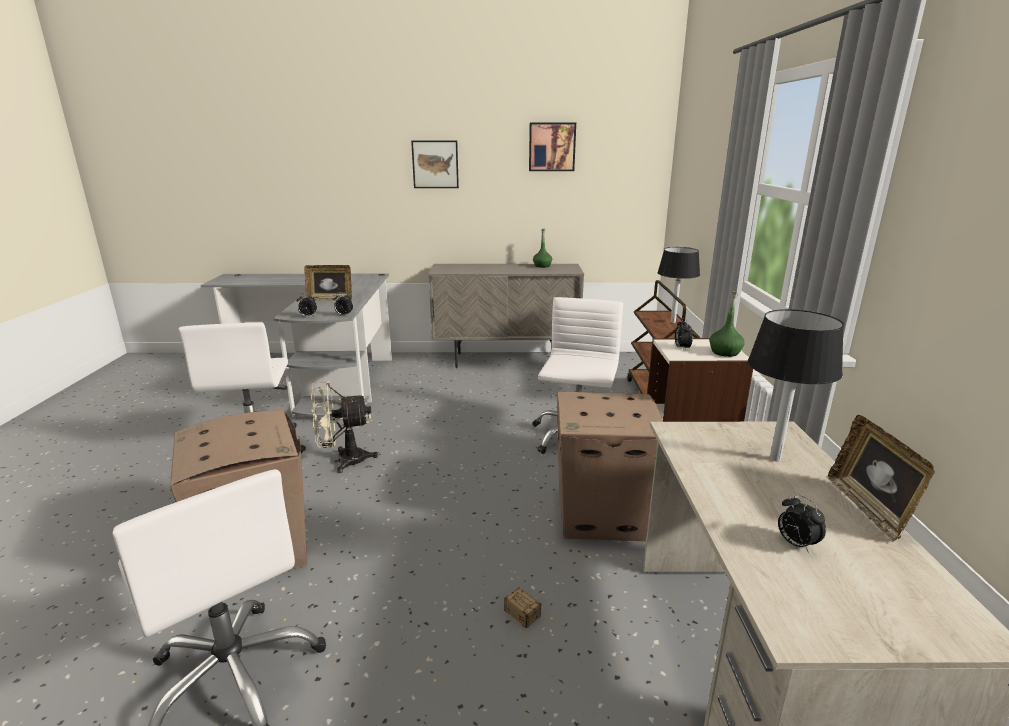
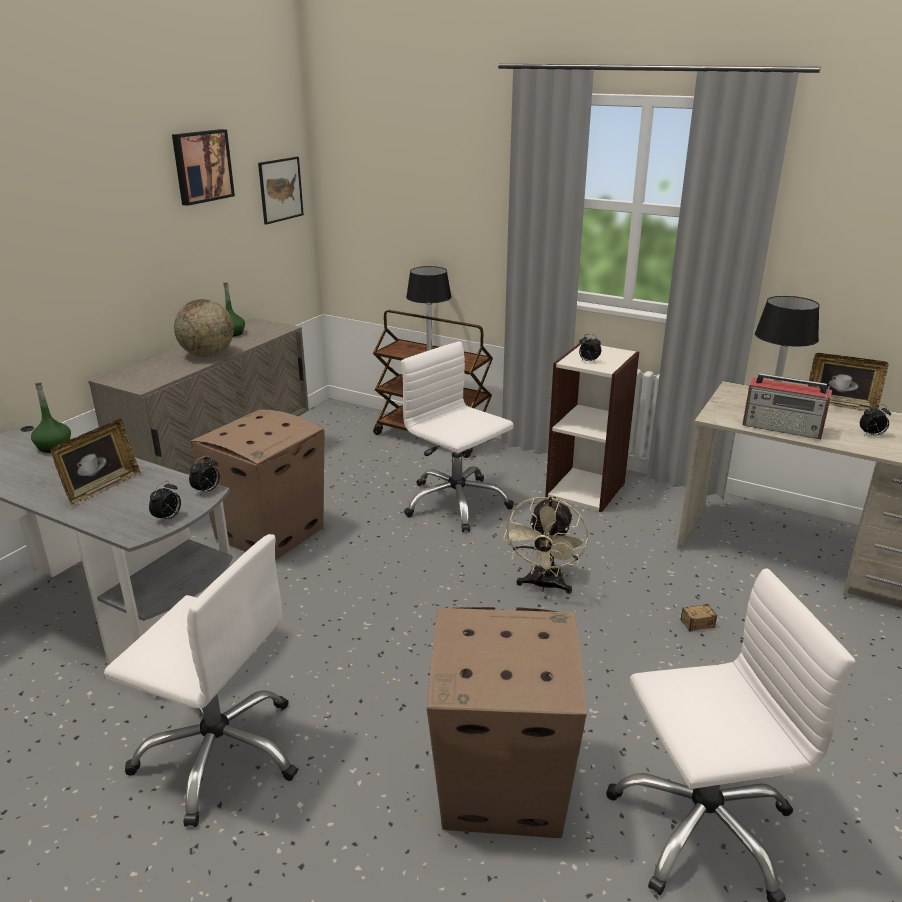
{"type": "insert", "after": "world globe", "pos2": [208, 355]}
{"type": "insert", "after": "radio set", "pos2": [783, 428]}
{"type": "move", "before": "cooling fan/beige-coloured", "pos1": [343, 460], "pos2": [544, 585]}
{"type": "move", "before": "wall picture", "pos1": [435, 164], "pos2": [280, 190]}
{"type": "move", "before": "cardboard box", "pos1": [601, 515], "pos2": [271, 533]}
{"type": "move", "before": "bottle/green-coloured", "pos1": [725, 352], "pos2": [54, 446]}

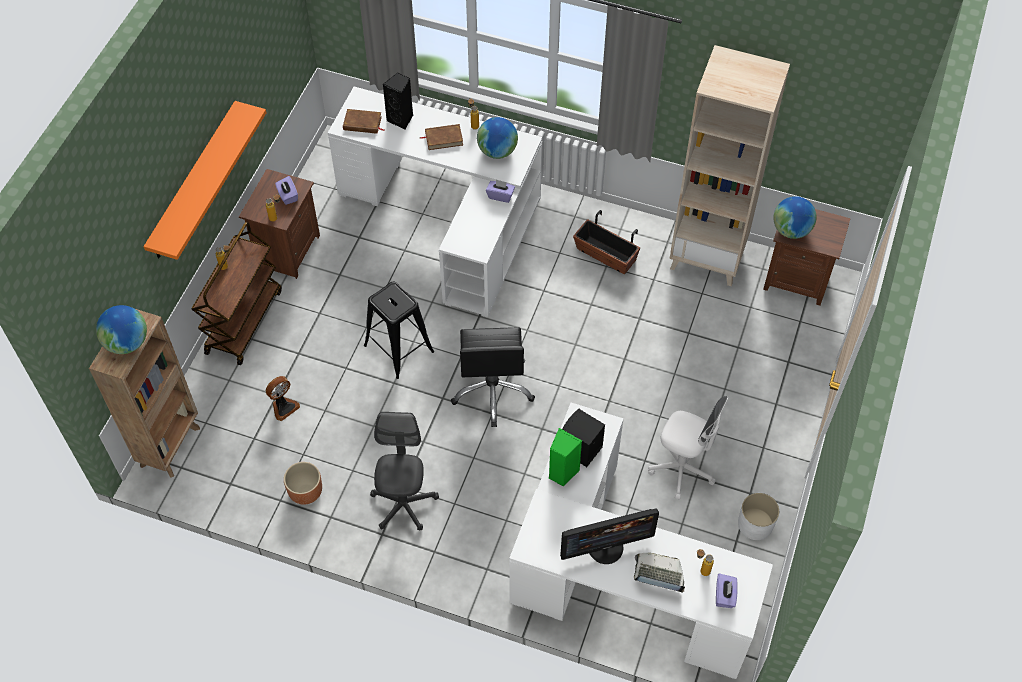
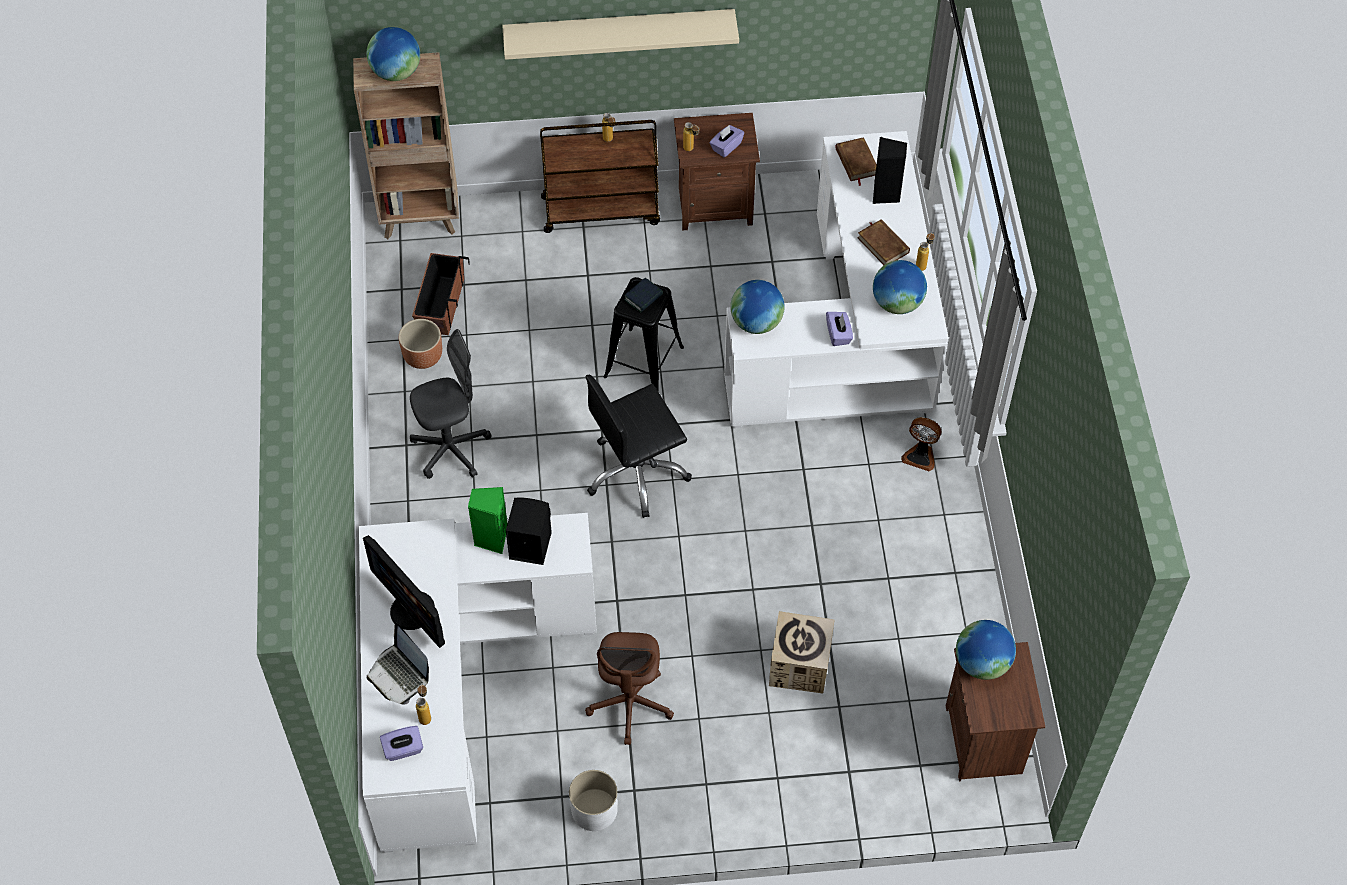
{"type": "delete", "before": "bookcase/beige-coloured", "pos1": [708, 257]}
{"type": "insert", "after": "book", "pos2": [643, 297]}
{"type": "insert", "after": "world globe", "pos2": [756, 323]}
{"type": "insert", "after": "cardboard box", "pos2": [800, 665]}
{"type": "move", "before": "cooling fan", "pos1": [283, 407], "pos2": [920, 456]}
{"type": "move", "before": "plant pot", "pos1": [605, 255], "pos2": [441, 305]}
{"type": "recolor", "before": "shelf/orange", "after": "shelf/beige-coloured", "pos1": [194, 182], "pos2": [619, 31]}
{"type": "recolor", "before": "computer chair/white", "after": "computer chair/brown-coloured", "pos1": [681, 469], "pos2": [630, 704]}
{"type": "rotate", "before": "portable computer", "pos1": [658, 575], "pos2": [399, 675], "turn": 150}

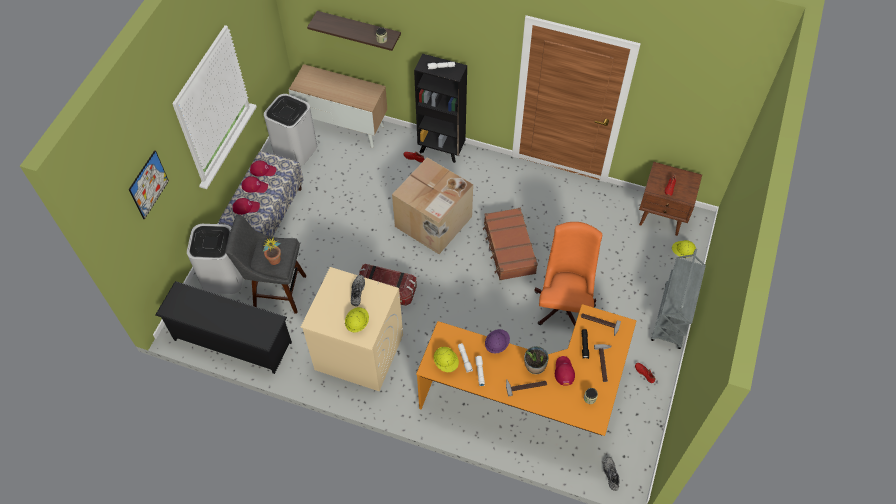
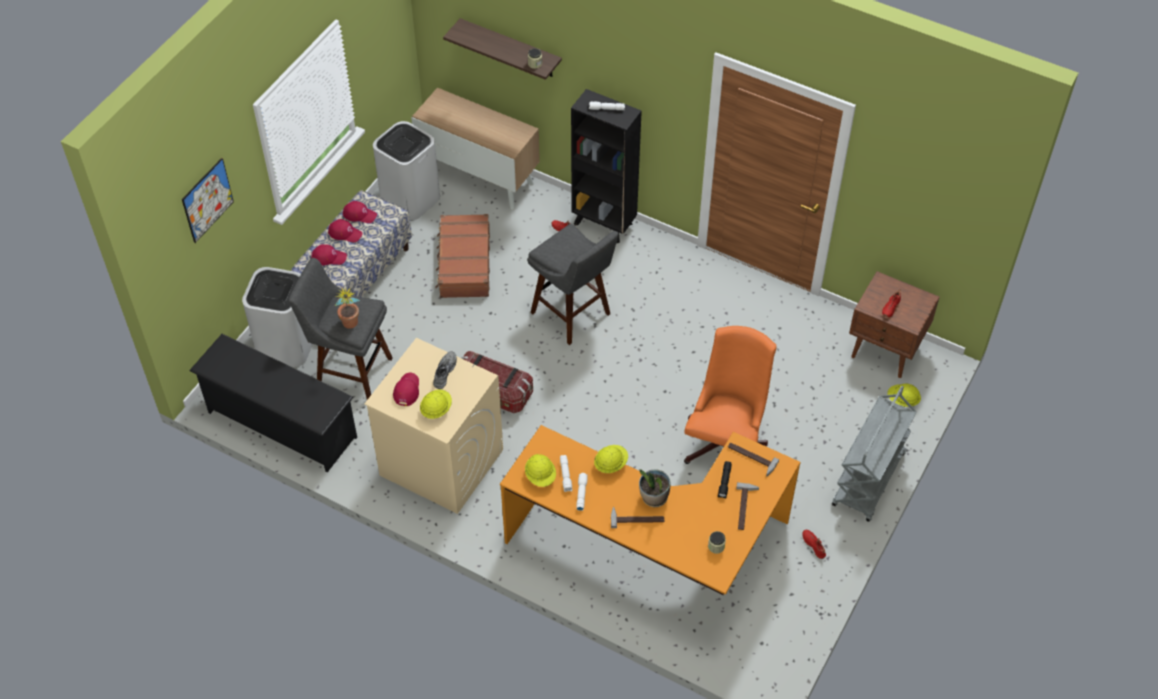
{"type": "delete", "before": "low shoe/grey", "pos1": [610, 474]}
{"type": "move", "before": "travel case/brown-coloured", "pos1": [509, 248], "pos2": [464, 263]}
{"type": "move", "before": "cap/red", "pos1": [564, 371], "pos2": [406, 390]}
{"type": "replace", "before": "cardboard box", "after": "stool/grey", "pos1": [433, 222], "pos2": [573, 315]}
{"type": "recolor", "before": "safety helmet/purplish", "after": "safety helmet/yellow-coloured", "pos1": [496, 344], "pos2": [610, 464]}

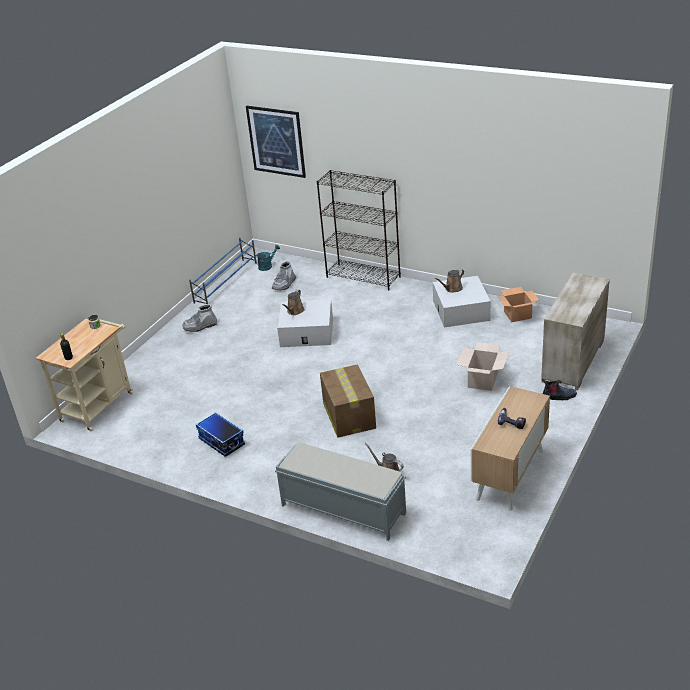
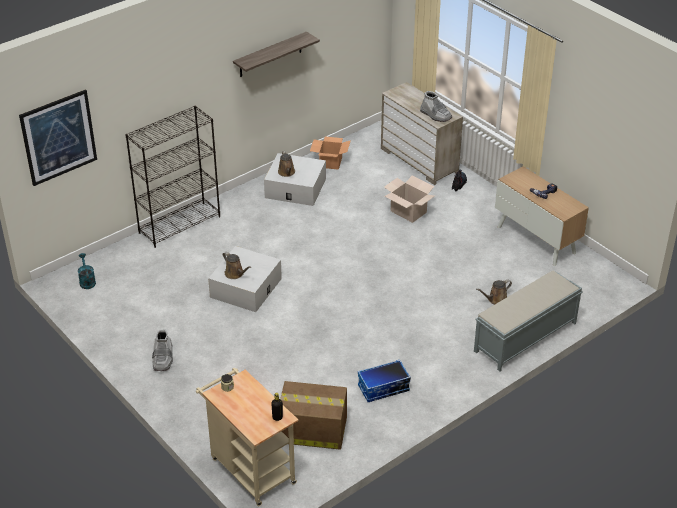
{"type": "delete", "before": "shoe rack/blue", "pos1": [226, 282]}
{"type": "insert", "after": "shelf", "pos2": [270, 55]}
{"type": "move", "before": "high-top boot/grey", "pos1": [284, 284], "pos2": [436, 115]}
{"type": "move", "before": "cardboard box", "pos1": [349, 415], "pos2": [311, 430]}

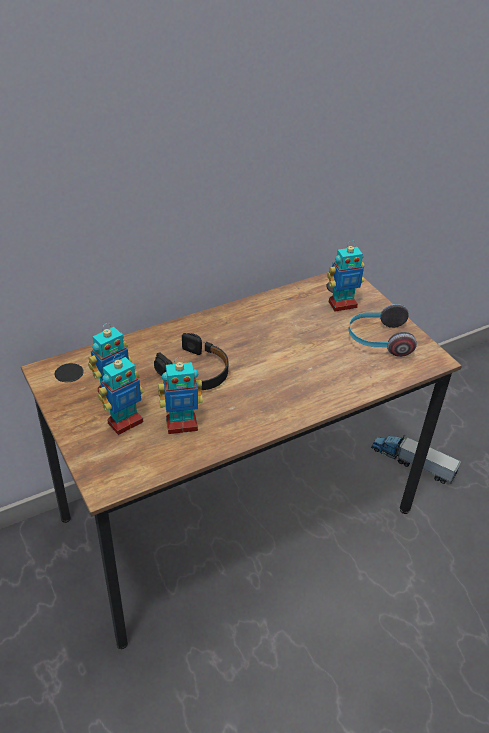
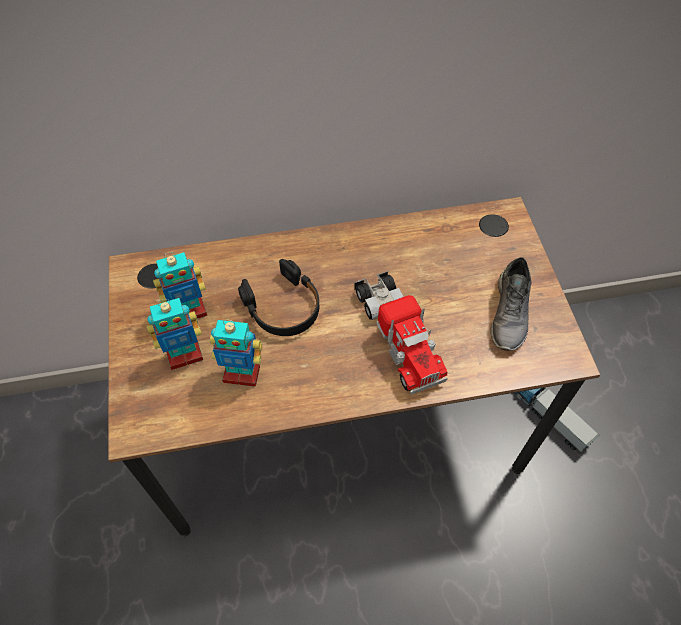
{"type": "delete", "before": "toy robot", "pos1": [342, 304]}
{"type": "insert", "after": "model truck", "pos2": [397, 335]}
{"type": "replace", "before": "headset", "after": "low shoe/grey", "pos1": [378, 340], "pos2": [510, 313]}

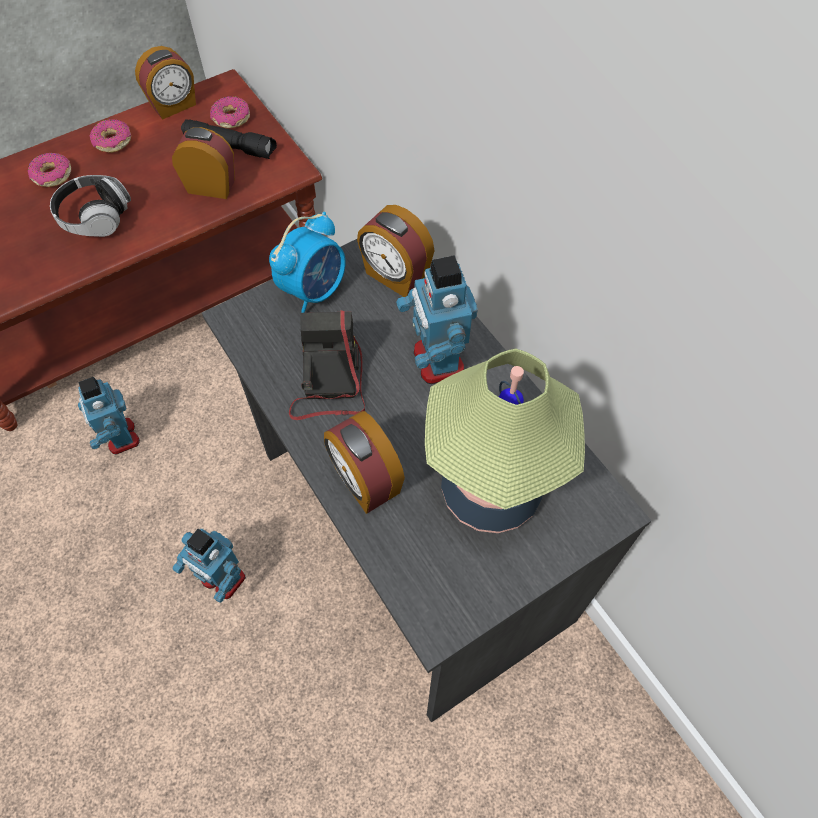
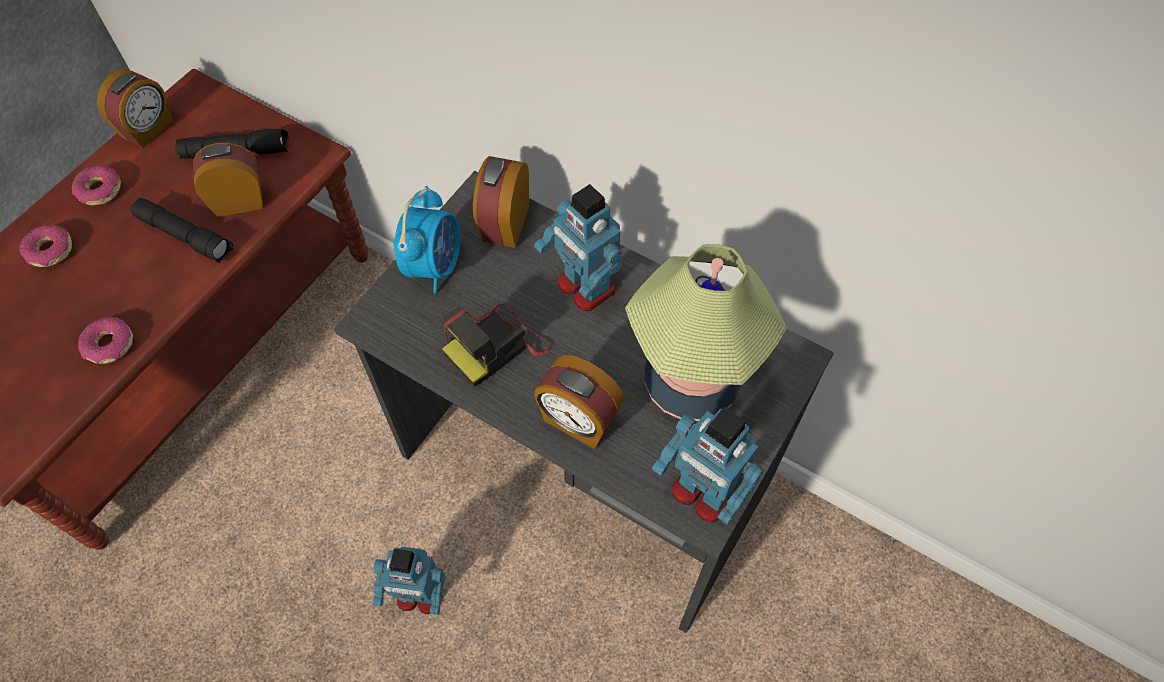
{"type": "delete", "before": "headset", "pos1": [96, 217]}
{"type": "insert", "after": "hand torch/black-coloured", "pos2": [186, 236]}
{"type": "move", "before": "toy robot", "pos1": [121, 437], "pos2": [702, 493]}
{"type": "move", "before": "ring doughnut", "pos1": [231, 118], "pos2": [109, 345]}
{"type": "rotate", "before": "still camera", "pos1": [329, 383], "pos2": [496, 346], "turn": -105}
{"type": "rotate", "before": "table clock", "pos1": [395, 276], "pos2": [504, 223], "turn": 90}

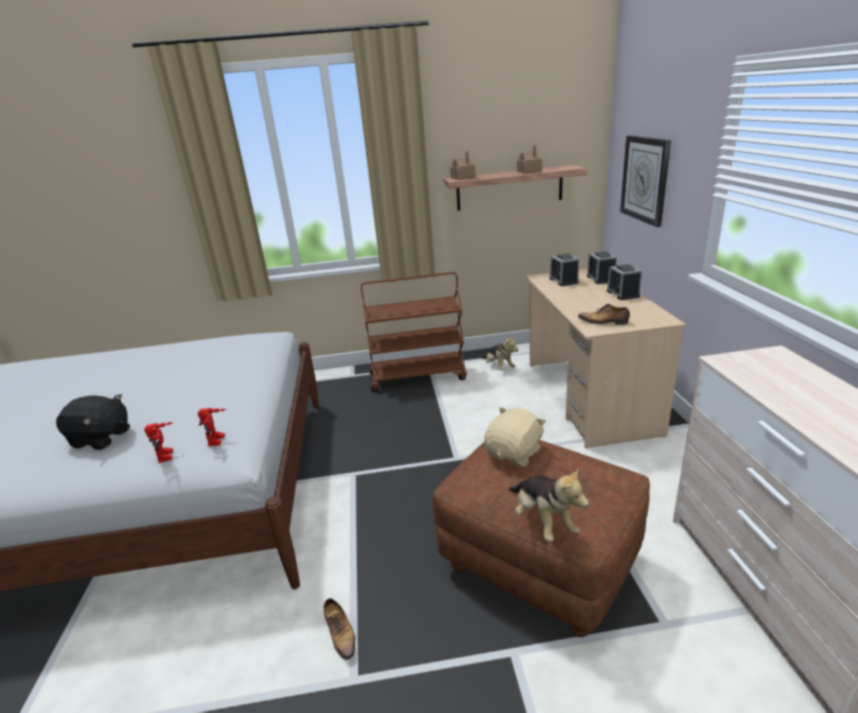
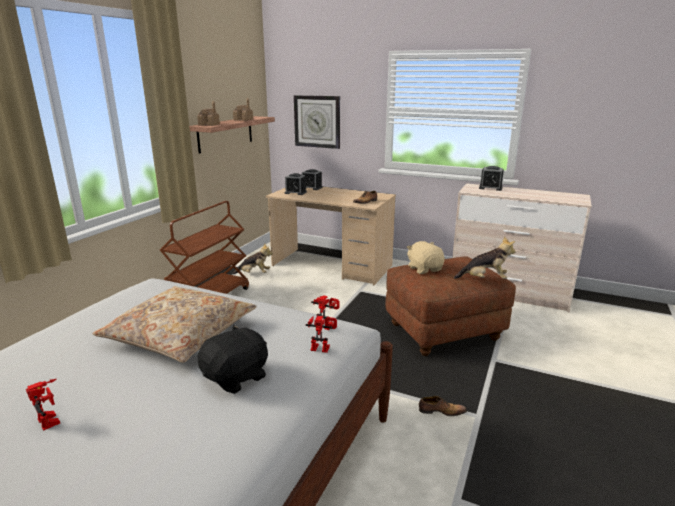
{"type": "insert", "after": "toy robot", "pos2": [53, 420]}
{"type": "insert", "after": "throw pillow/beige-coloured", "pos2": [180, 334]}
{"type": "move", "before": "table clock", "pos1": [623, 294], "pos2": [490, 188]}

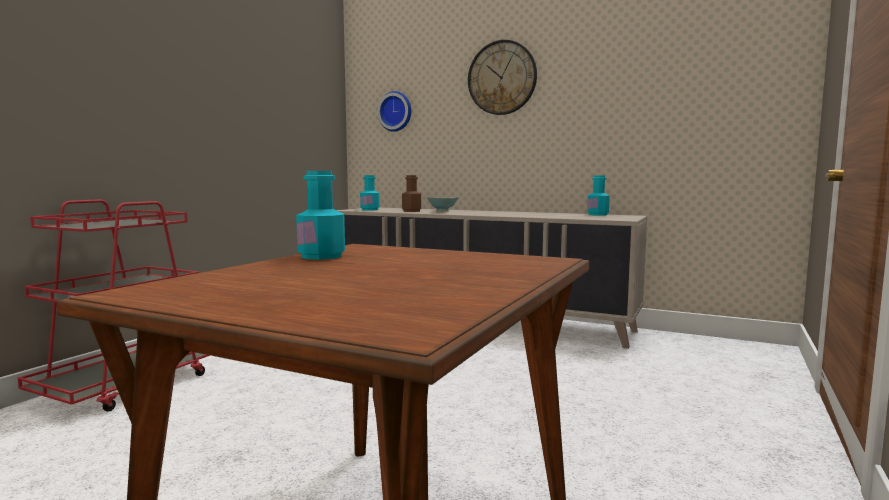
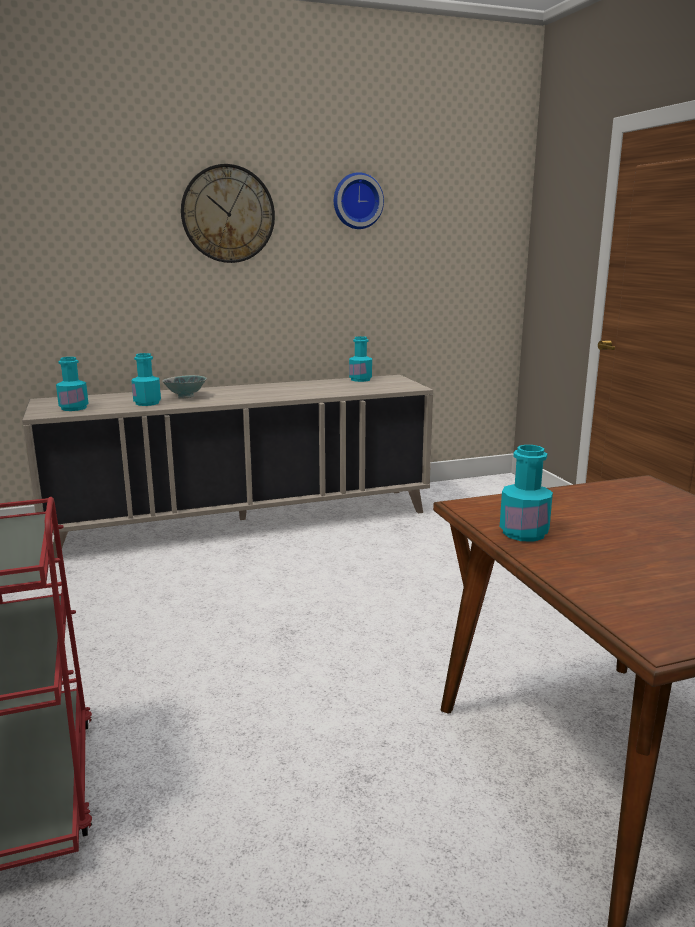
{"type": "move", "before": "wall clock", "pos1": [396, 111], "pos2": [357, 201]}
{"type": "recolor", "before": "bottle/brown-coloured", "after": "bottle/turquoise", "pos1": [411, 211], "pos2": [147, 403]}

